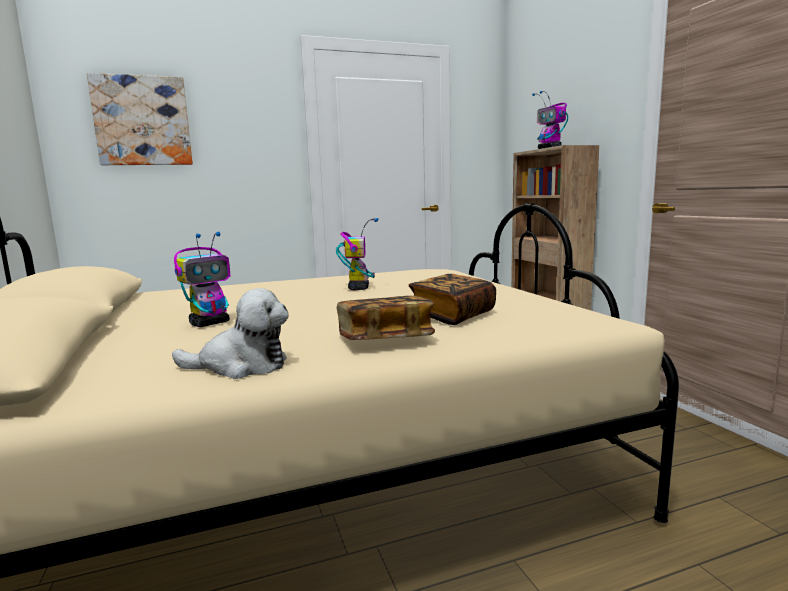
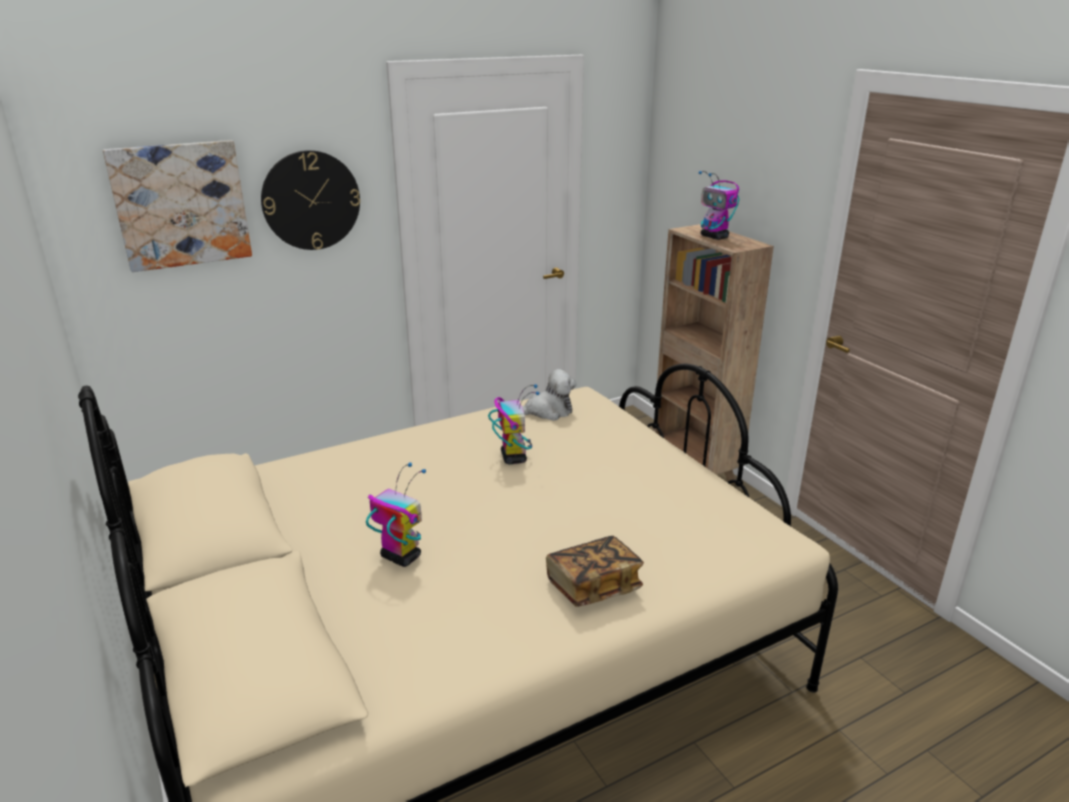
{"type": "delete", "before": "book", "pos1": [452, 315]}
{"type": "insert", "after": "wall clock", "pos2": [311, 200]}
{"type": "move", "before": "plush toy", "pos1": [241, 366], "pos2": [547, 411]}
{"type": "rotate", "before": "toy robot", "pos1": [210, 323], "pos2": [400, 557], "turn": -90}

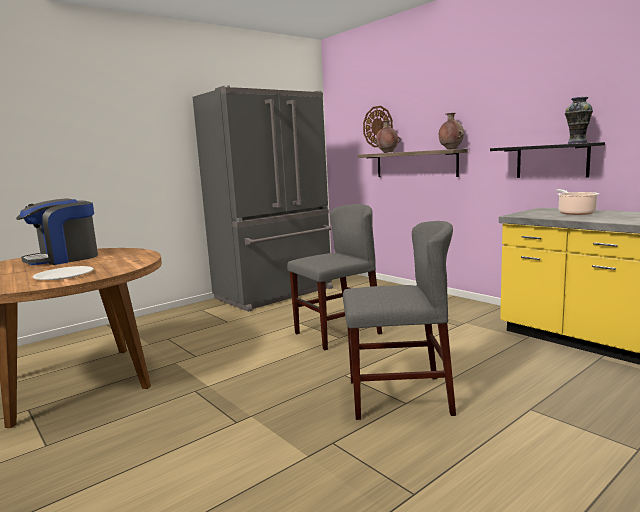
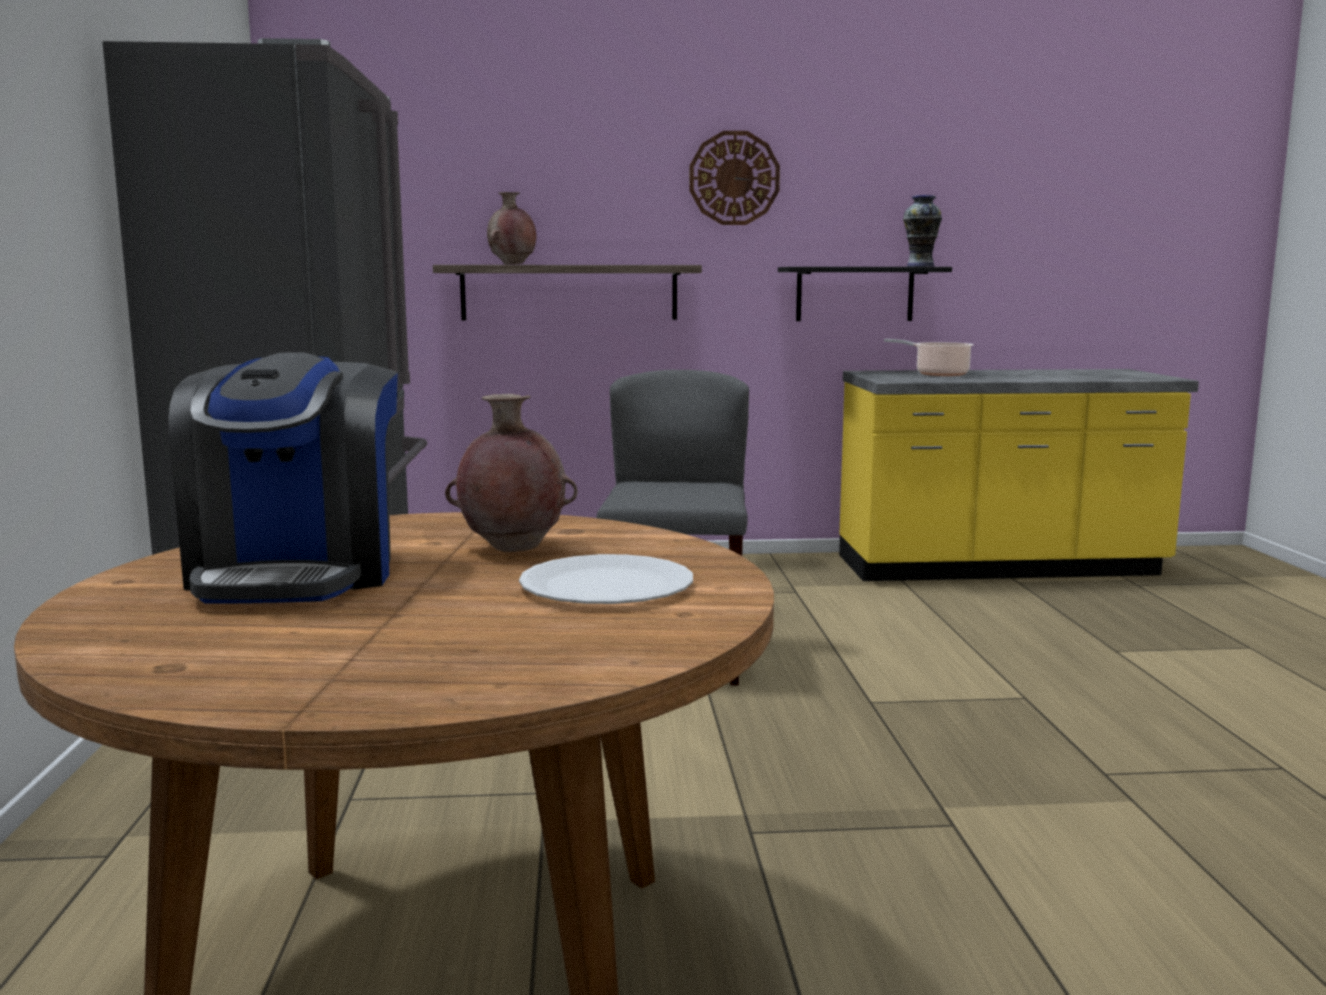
{"type": "delete", "before": "plain chair/grey", "pos1": [398, 397]}
{"type": "move", "before": "wall clock", "pos1": [378, 126], "pos2": [734, 178]}
{"type": "move", "before": "vase/brown-coloured", "pos1": [450, 149], "pos2": [512, 549]}

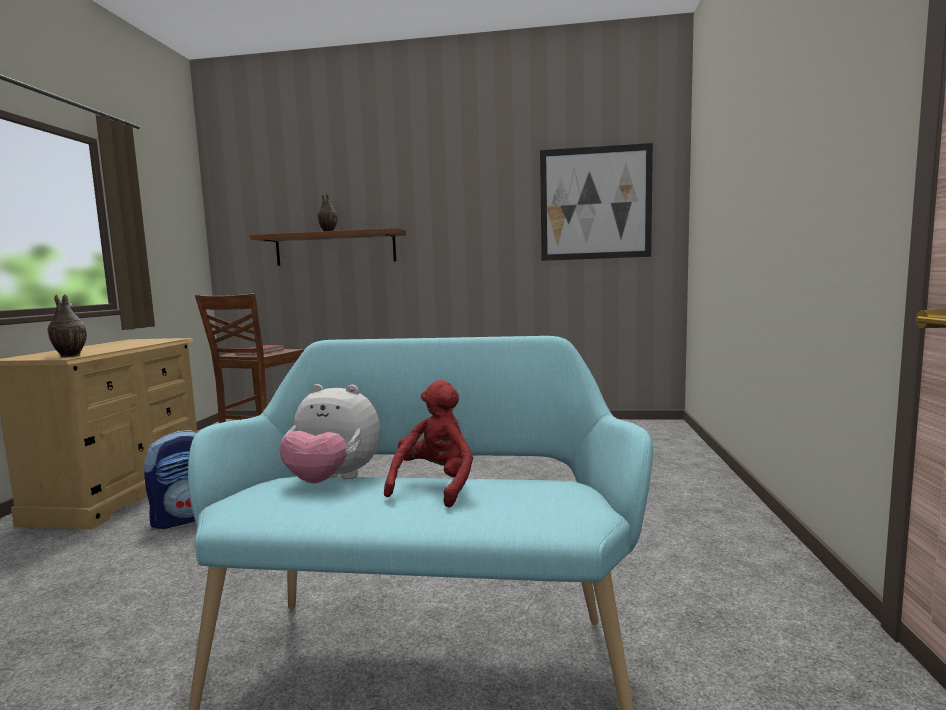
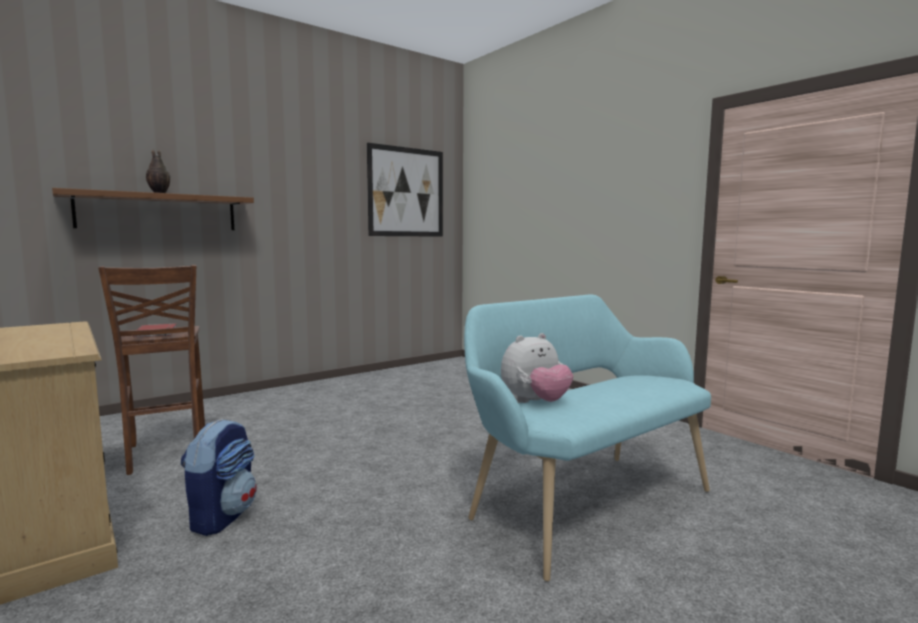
{"type": "delete", "before": "vase", "pos1": [69, 356]}
{"type": "delete", "before": "plush toy/red", "pos1": [435, 485]}

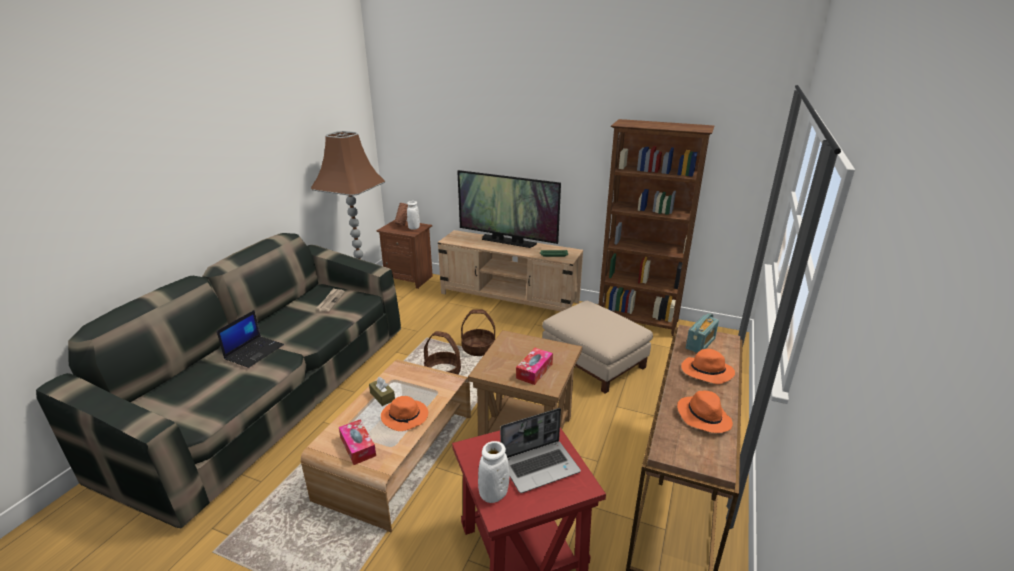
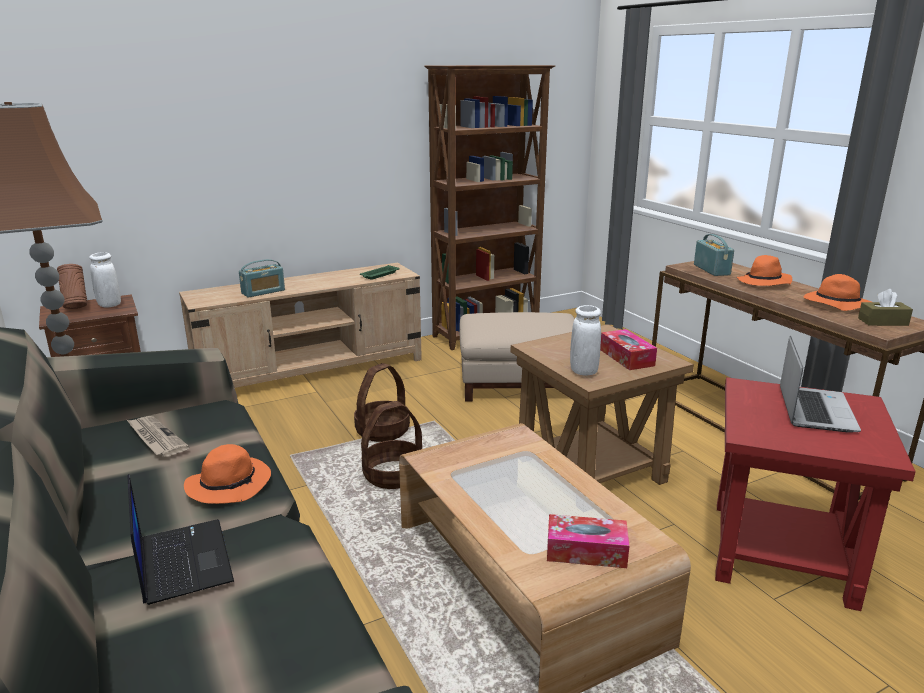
{"type": "delete", "before": "television", "pos1": [507, 241]}
{"type": "insert", "after": "radio set", "pos2": [263, 292]}
{"type": "move", "before": "tissue holder/brown-coloured", "pos1": [382, 396], "pos2": [883, 322]}
{"type": "move", "before": "hat/orange", "pos1": [405, 417], "pos2": [230, 484]}
{"type": "move", "before": "vase/white", "pos1": [493, 494], "pos2": [583, 371]}

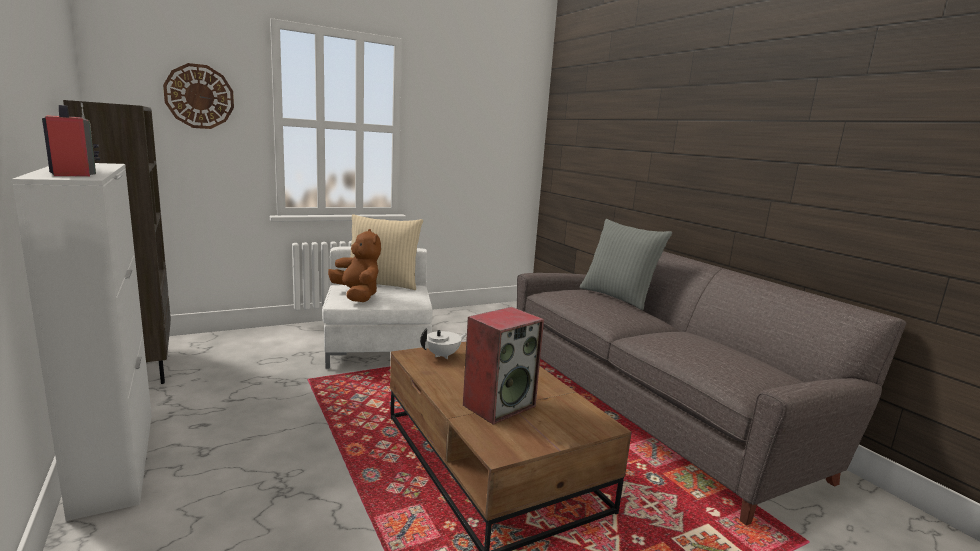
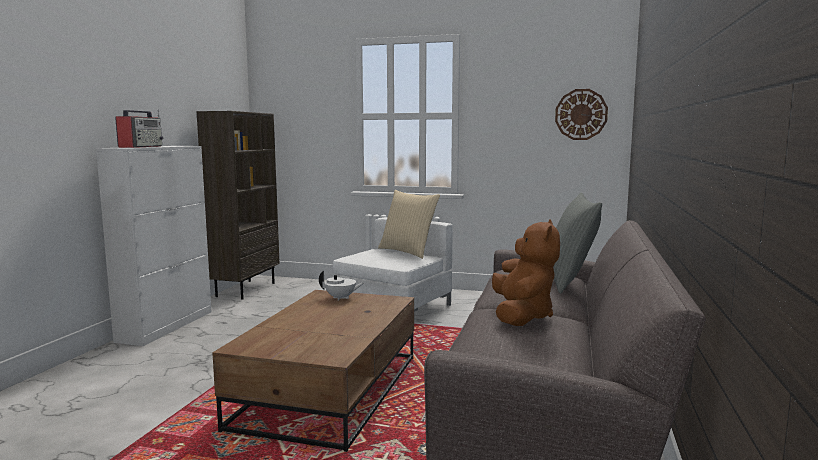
{"type": "delete", "before": "loudspeaker", "pos1": [499, 405]}
{"type": "move", "before": "wall clock", "pos1": [199, 96], "pos2": [581, 114]}
{"type": "move", "before": "plush toy/brown-coloured", "pos1": [357, 296], "pos2": [522, 316]}

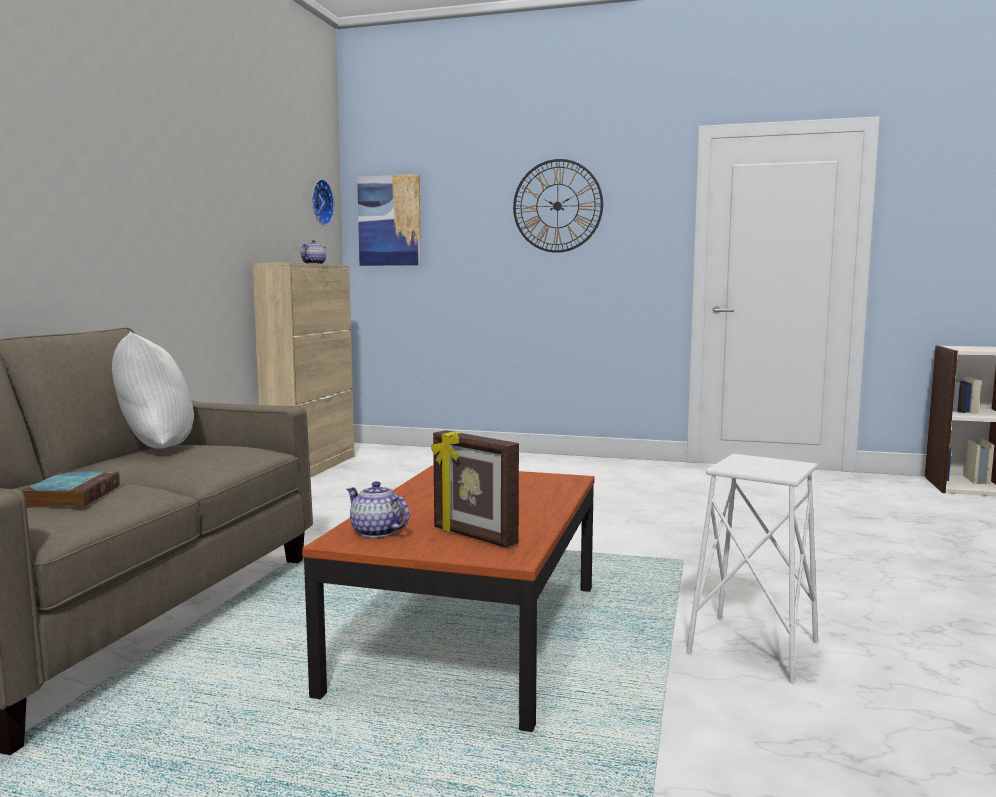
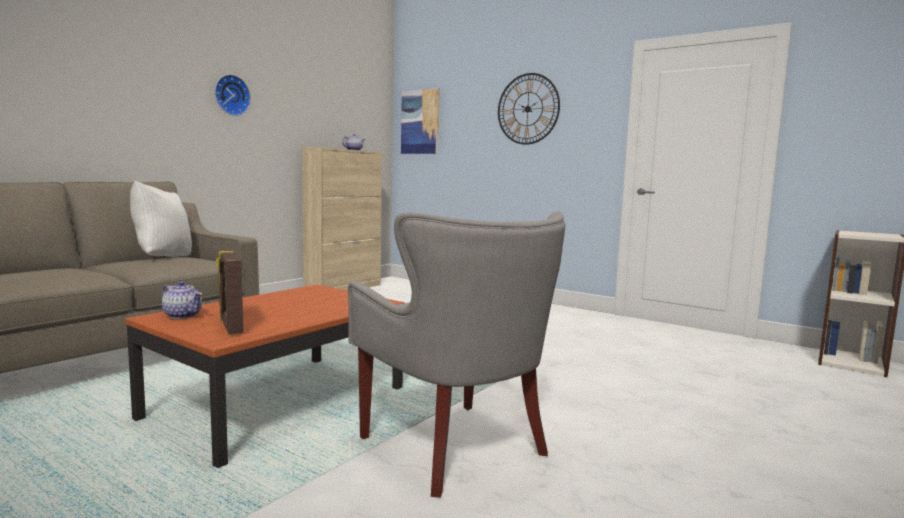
{"type": "delete", "before": "book", "pos1": [73, 496]}
{"type": "move", "before": "wall clock", "pos1": [319, 202], "pos2": [231, 95]}
{"type": "replace", "before": "stool/white", "after": "armchair/grey", "pos1": [753, 648], "pos2": [455, 449]}
{"type": "rotate", "before": "pot for tea", "pos1": [376, 532], "pos2": [183, 315], "turn": 150}

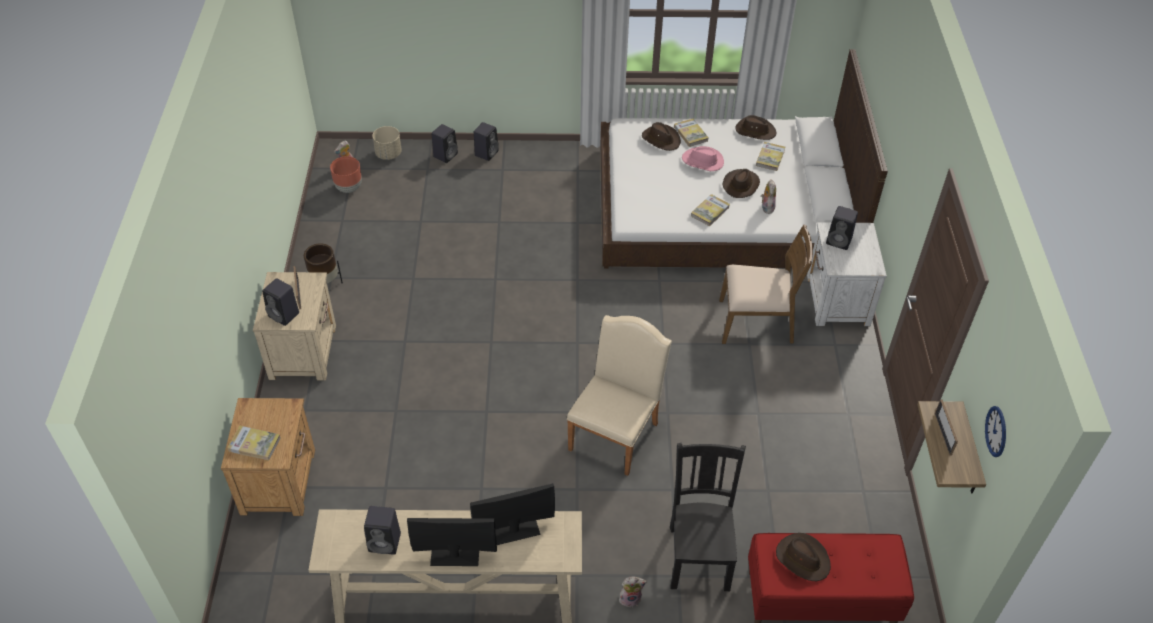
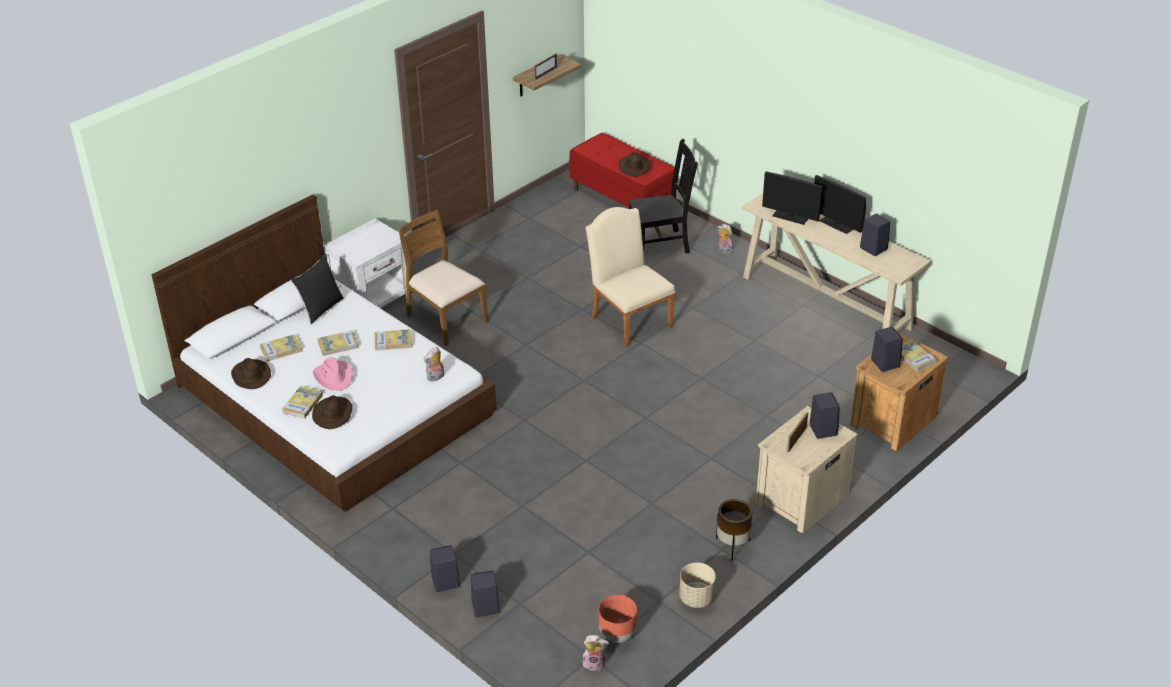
{"type": "delete", "before": "wall clock", "pos1": [996, 431]}
{"type": "insert", "after": "throw pillow/black-coloured", "pos2": [320, 308]}
{"type": "move", "before": "plant pot/beige-coloured", "pos1": [388, 154], "pos2": [696, 598]}
{"type": "move", "before": "plush toy", "pos1": [766, 207], "pos2": [436, 377]}
{"type": "move", "before": "loudspeaker/black-coloured", "pos1": [839, 241], "pos2": [884, 363]}
{"type": "replace", "before": "hat/brown-coloured", "after": "book", "pos1": [741, 184], "pos2": [338, 345]}
{"type": "rotate", "before": "plain chair/beige-coloured", "pos1": [616, 432], "pos2": [628, 318], "turn": 75}
{"type": "rotate", "before": "plain chair/black-coloured", "pos1": [699, 555], "pos2": [661, 244], "turn": -150}

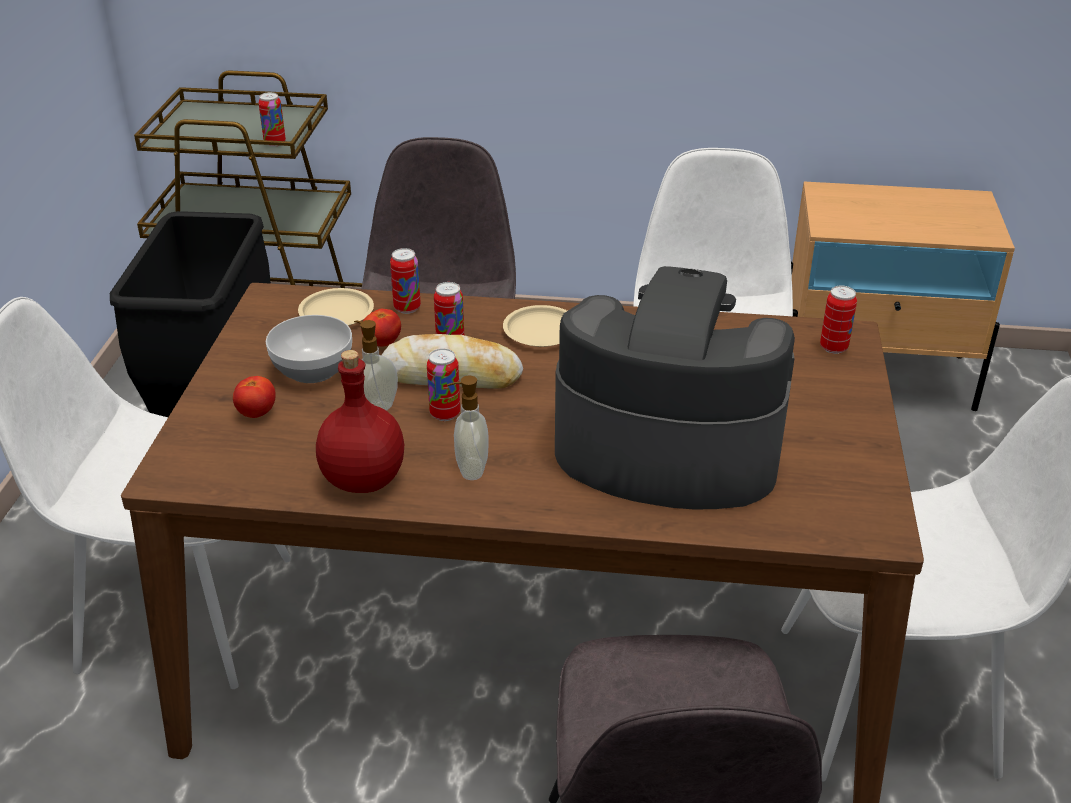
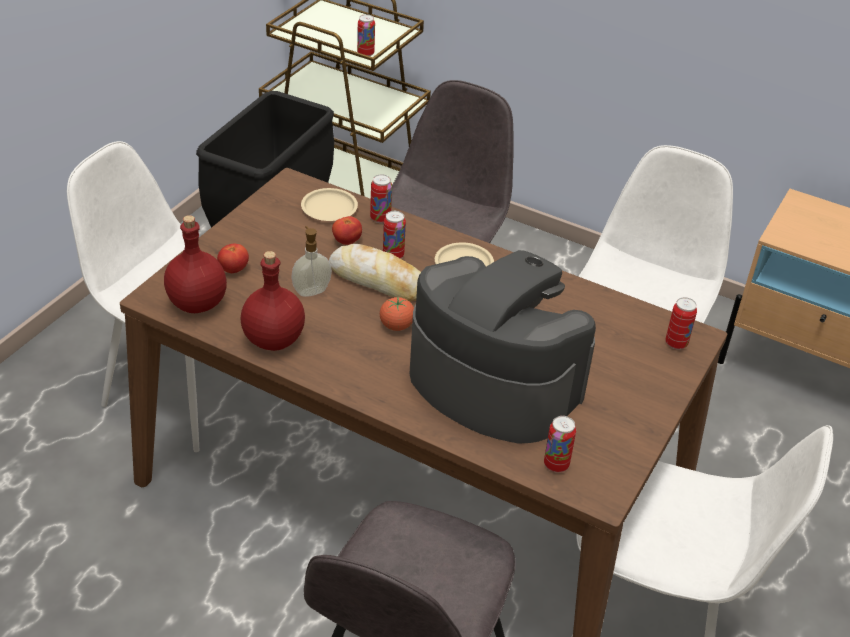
{"type": "delete", "before": "bowl", "pos1": [312, 370]}
{"type": "delete", "before": "soap bottle", "pos1": [470, 469]}
{"type": "insert", "after": "bottle/red", "pos2": [197, 303]}
{"type": "insert", "after": "whole tomato", "pos2": [396, 326]}
{"type": "move", "before": "can", "pos1": [445, 414], "pos2": [556, 465]}

